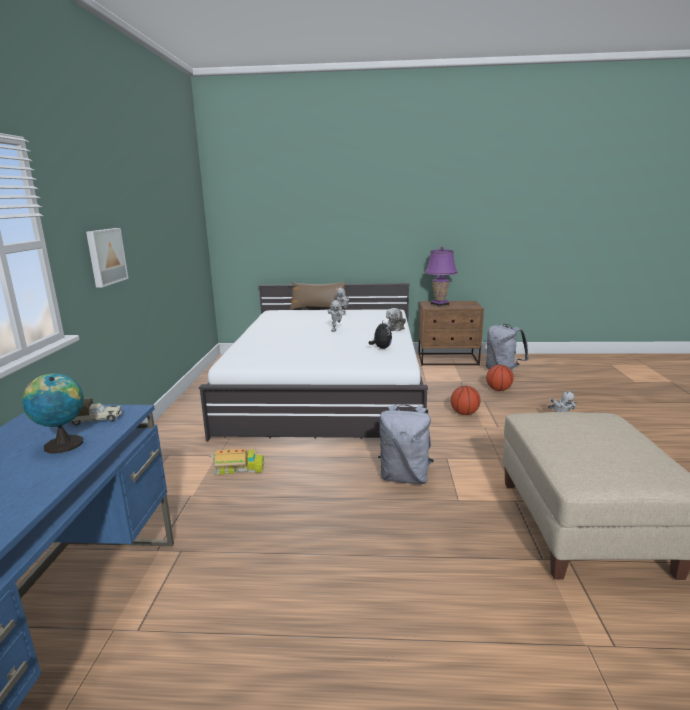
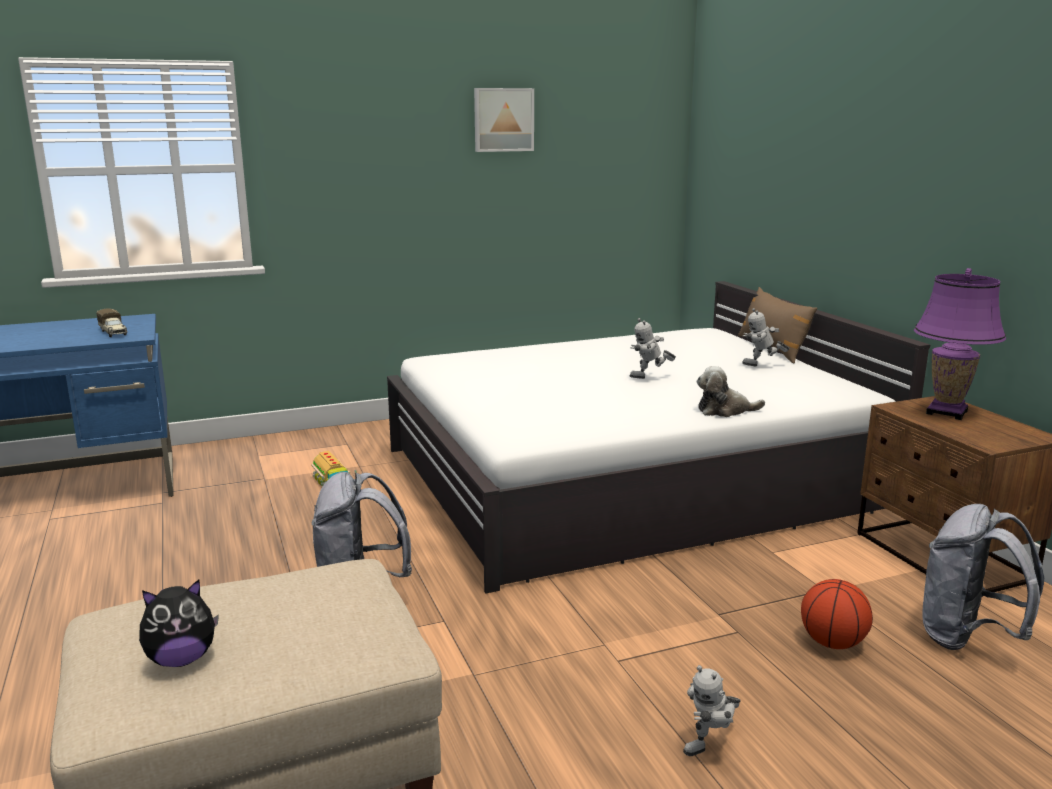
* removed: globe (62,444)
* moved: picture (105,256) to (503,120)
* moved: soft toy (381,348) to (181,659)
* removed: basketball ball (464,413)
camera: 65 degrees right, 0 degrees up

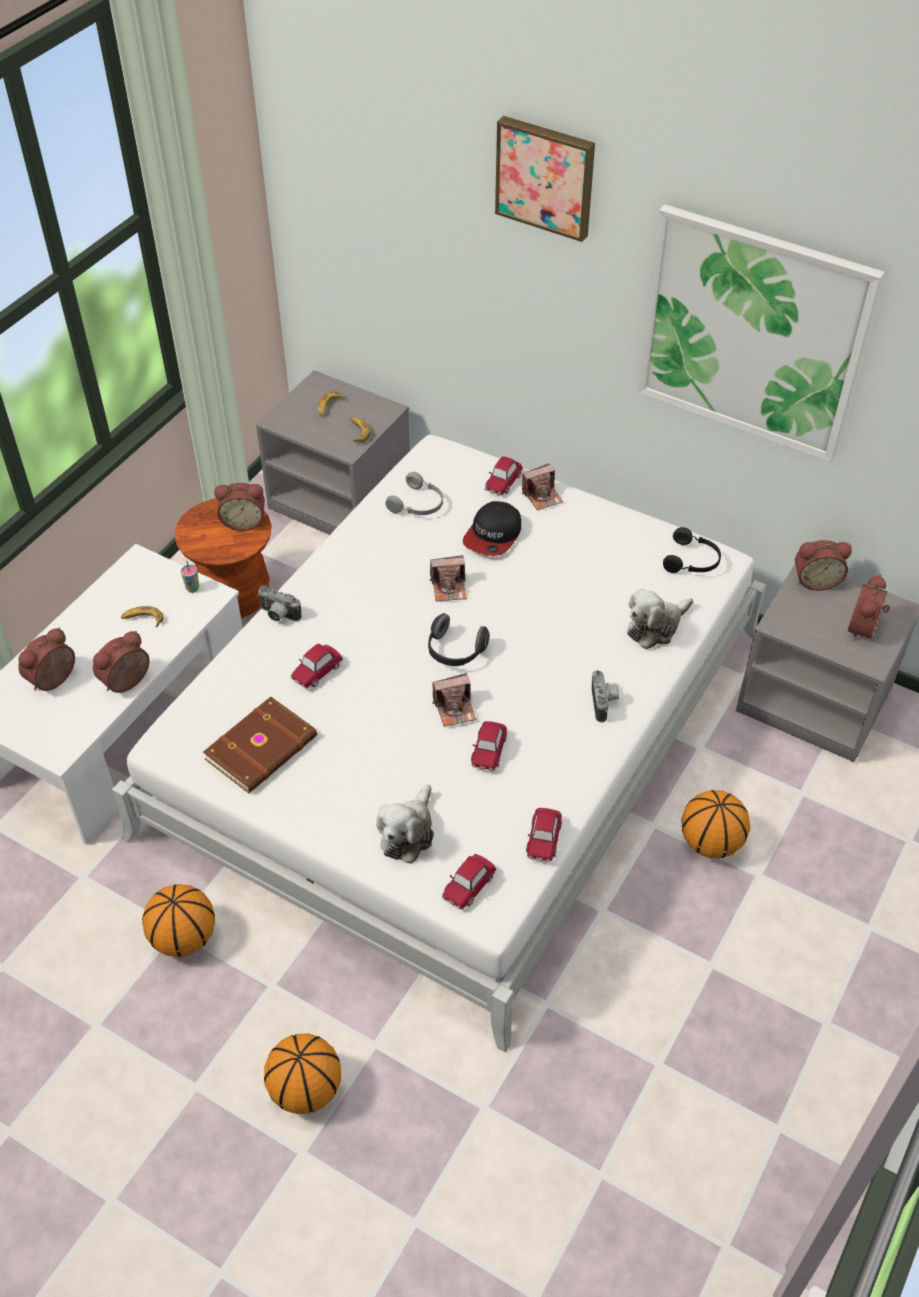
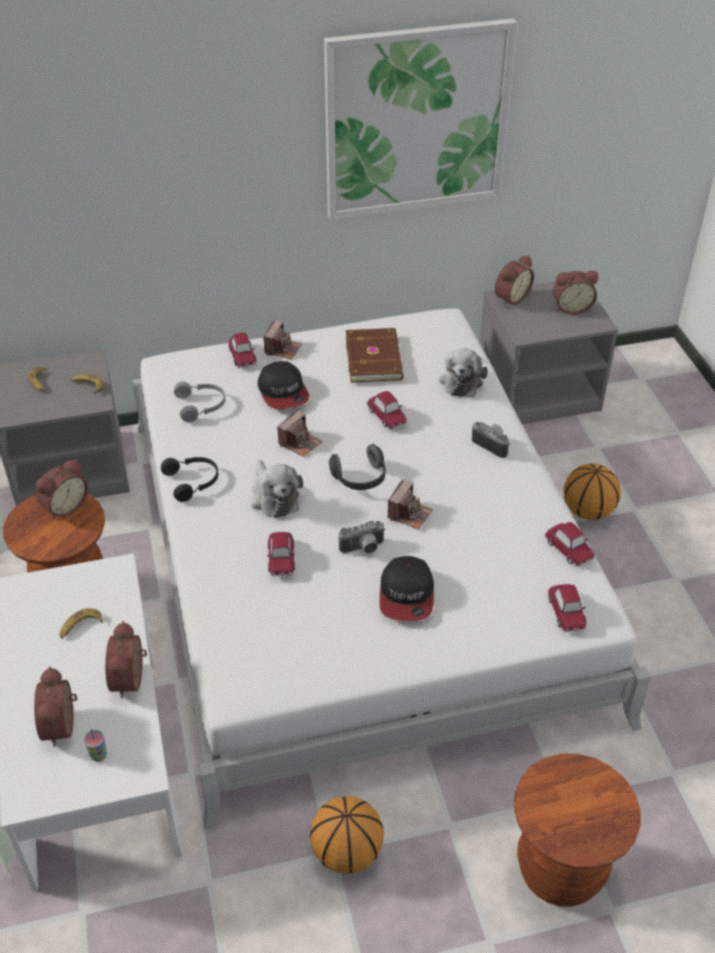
* moved: drinking cup (192,588) to (99,756)
* moved: book in brown (263,748) to (375,358)
* moved: photo camera (278,615) to (363,549)
* replaced: basketball ball (304,1089) to stool in brown (560,869)
* moved: soft toy (408,832) to (274,497)
* moved: model car (488,750) to (387,416)
* removed: picture (546,176)
* moved: headset in blackish (692,560) to (193,481)
* turned: bedside clock (865,629) = (571,307) 75 degrees counterclockwise
* added: cap (407,595)
camera: 45 degrees left, 5 degrees down

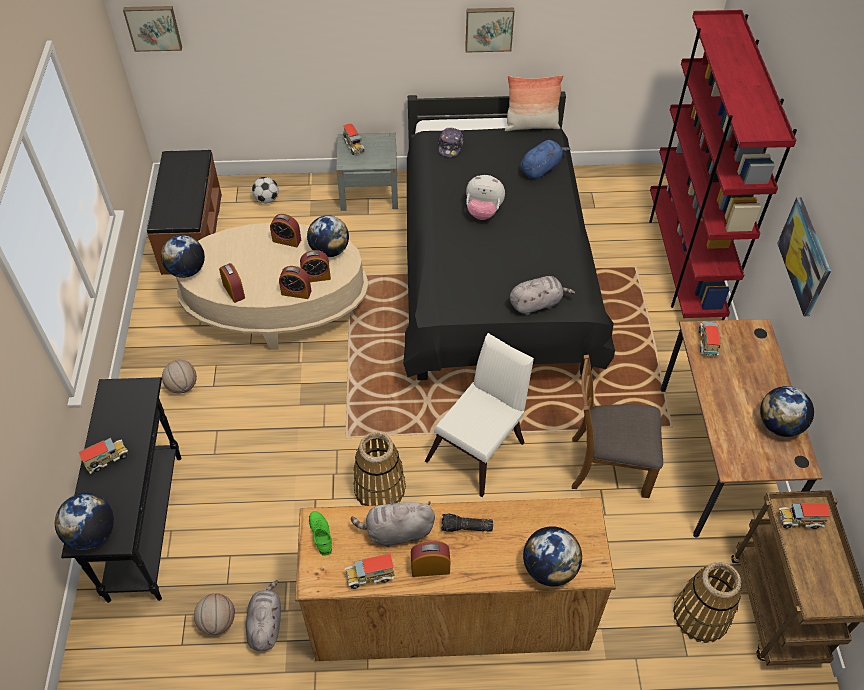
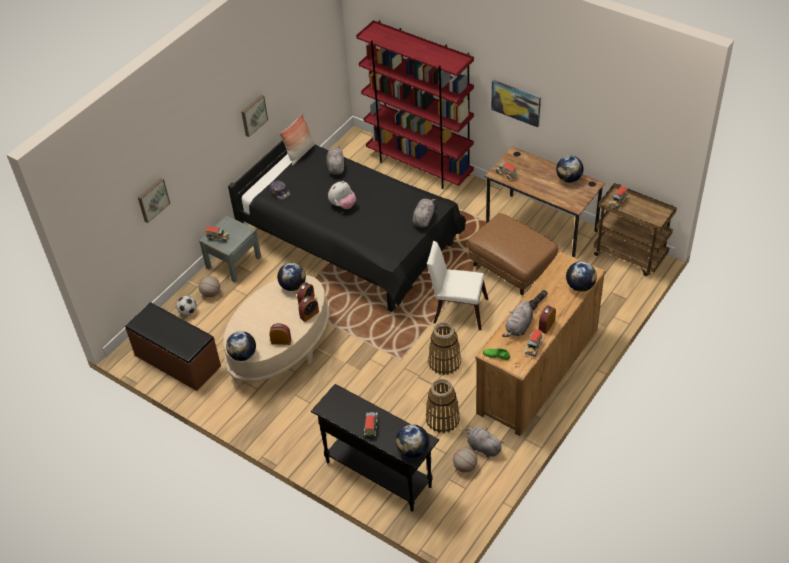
* moved: picture (153,27) to (152,199)
* moved: basketball ball (182,386) to (211,293)
* removed: bedside clock (287,240)
* turned: chair in white (480,447) = (456,309) 60 degrees counterclockwise
* recoloured: soft toy in bluish (541,168) to soft toy in greyish (336,167)
* replaced: chair in brown (608,466) to ottoman in brown (510,267)
* moved: household basket (700,616) to (442,419)
camera: 50 degrees left, 5 degrees down

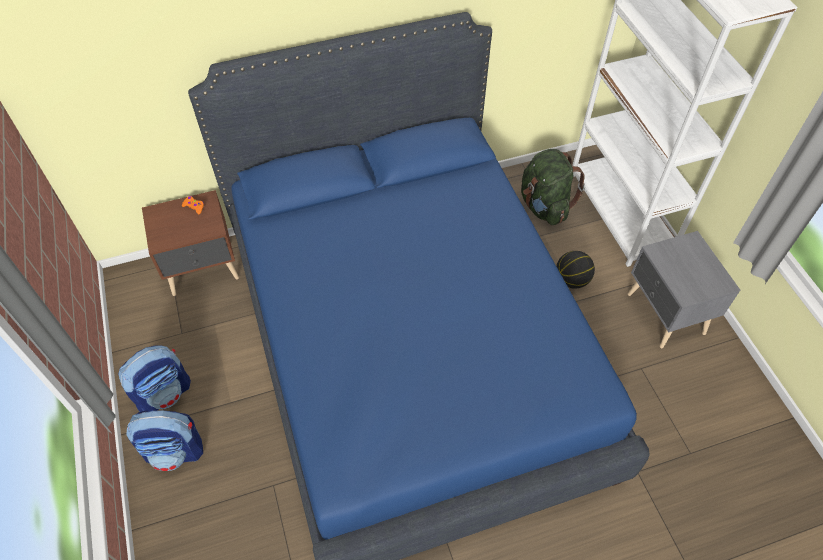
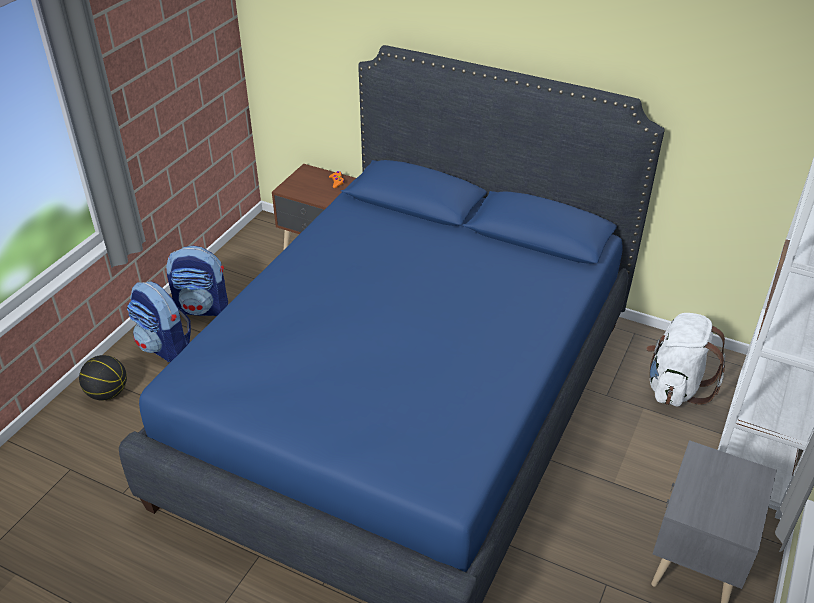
* recoloured: knapsack in green-coloured (544,206) to knapsack in white (675,386)
* moved: basketball ball (572,280) to (108,393)
camera: 45 degrees right, 15 degrees down

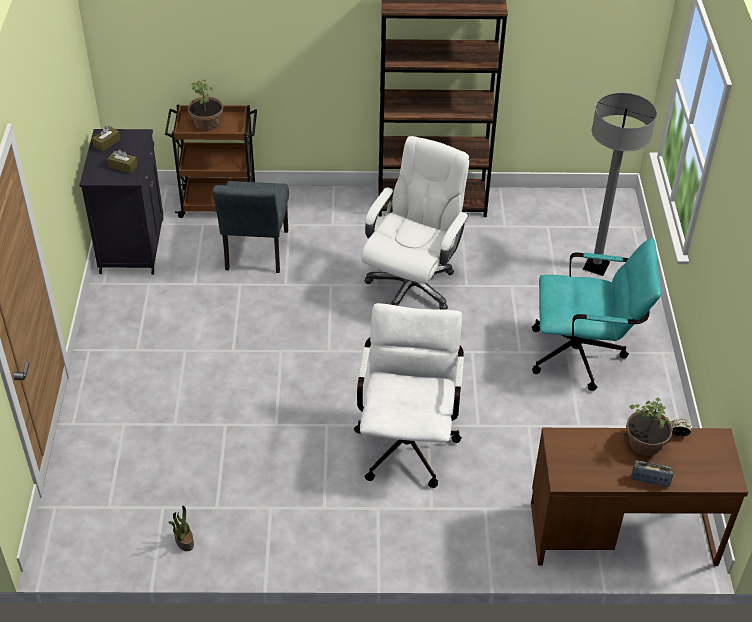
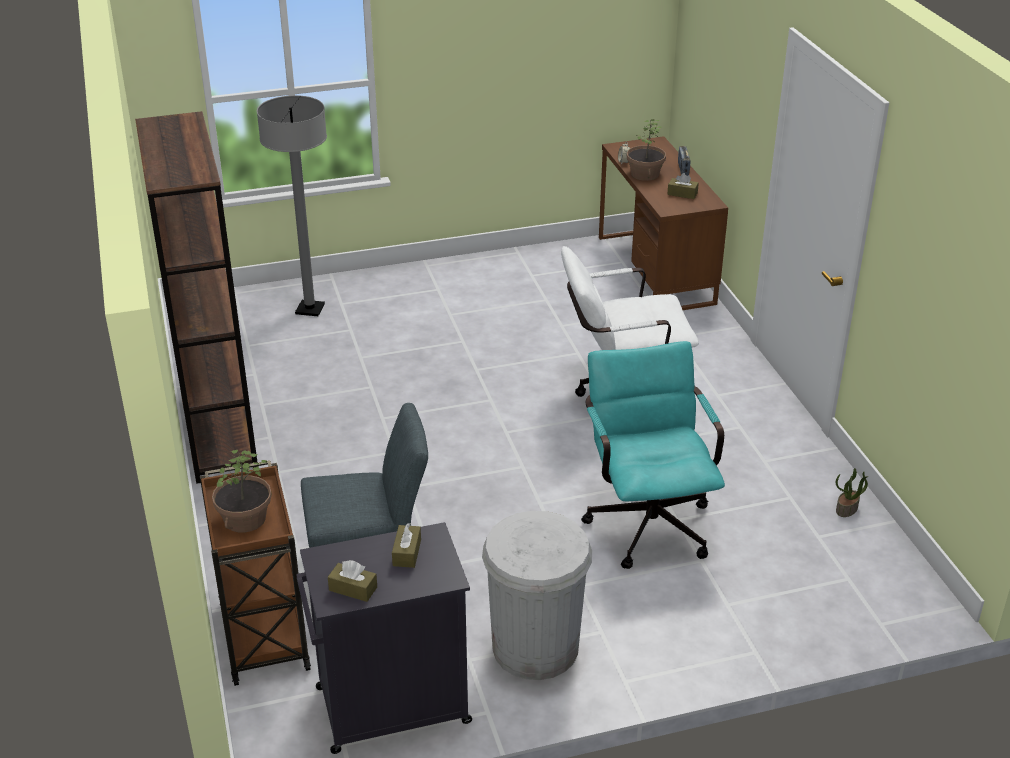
* removed: computer chair in white (411,286)
* moved: computer chair in turquoise-coloured (584,355) to (647,519)
* added: rubbish bin in white (535,647)
* added: tissue box in brown (682,194)
camera: 105 degrees left, 10 degrees down

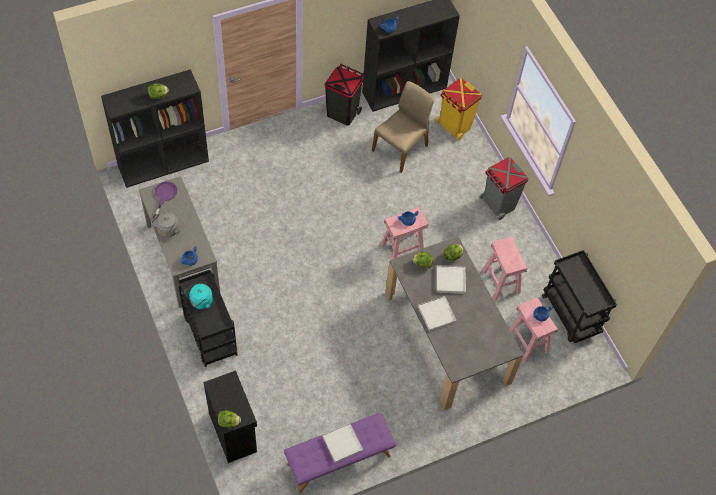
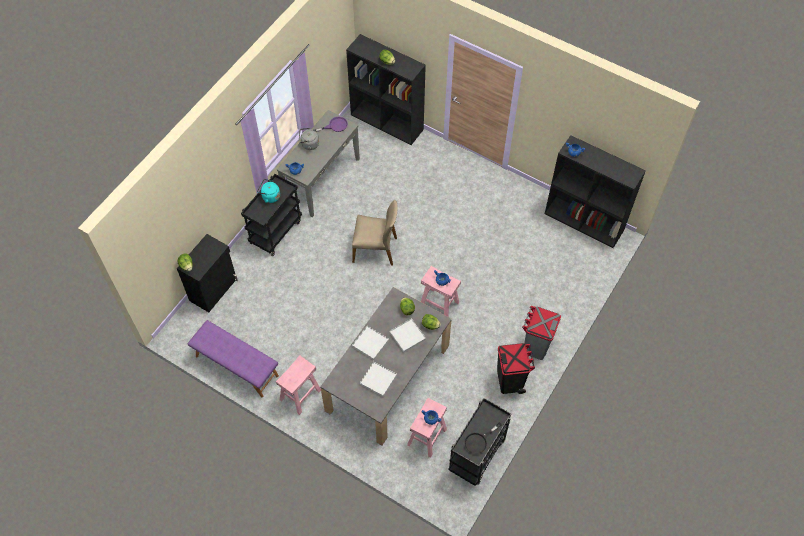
* moved: tray in white (342,443) to (378,380)
* moved: rubbish bin in blackish (342,113) to (510,380)
* moved: chair in beige (401,148) to (375,249)
* removed: rubbish bin in yellow (454,126)
* moved: stool in pink-coloured (501,282) to (300,395)
* added: frying pan in blackish (479,441)
camera: 60 degrees right, 0 degrees up

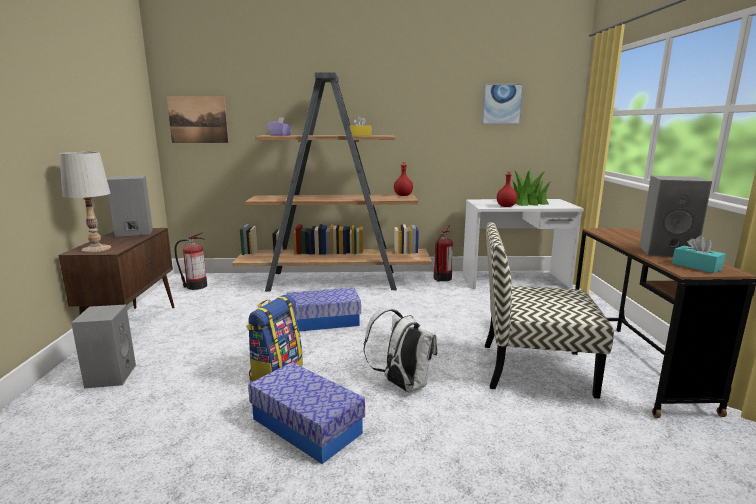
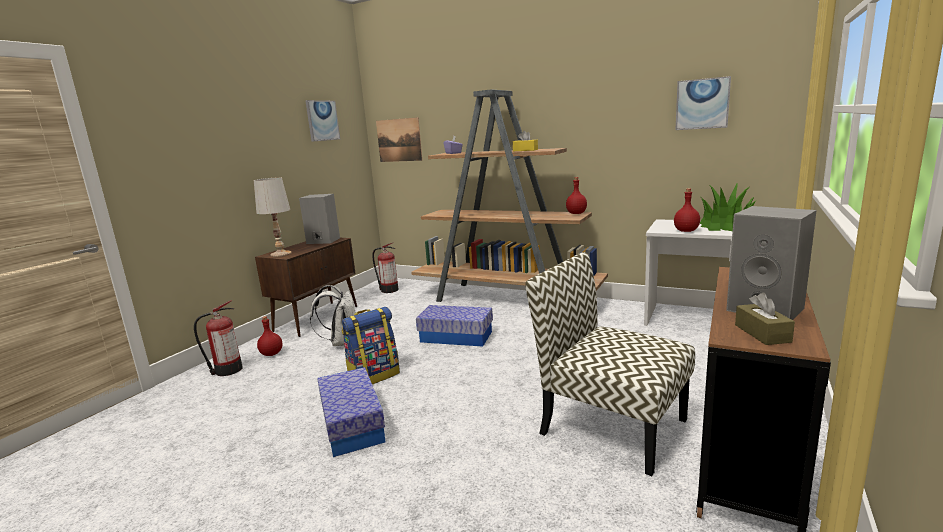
* replaced: audio speaker in greyish (110,375) to drink bottle in reddish (271,354)
* moved: knapsack in white (402,385) to (341,342)
* moved: fire-fighting cylinder (442,278) to (227,370)
* recoloured: tissue box in turquoise-coloured (696,266) to tissue box in brown (762,333)
* added: picture (322,120)
camera: 30 degrees right, 0 degrees up

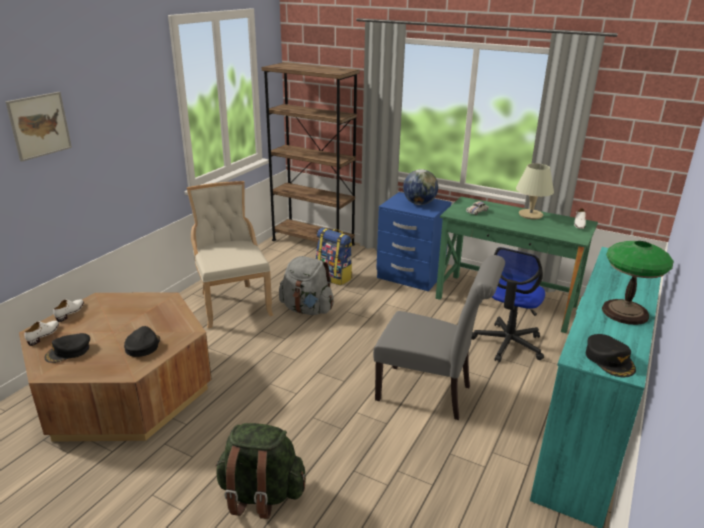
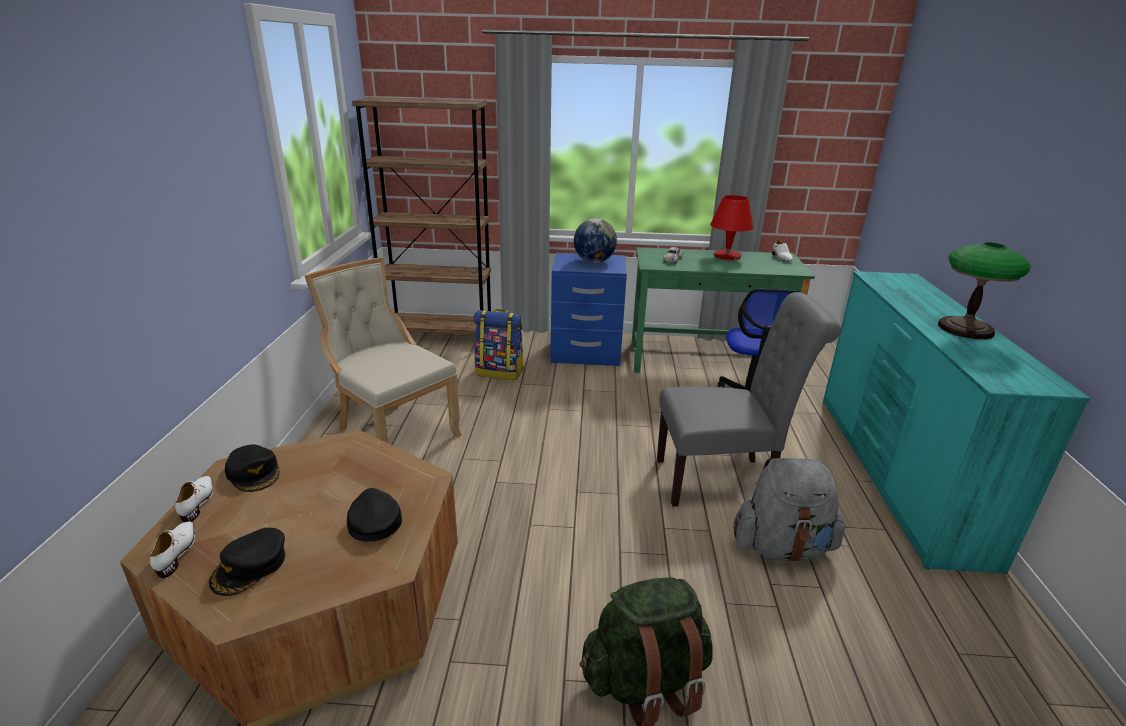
* removed: picture (39,125)
* moved: knapsack in greyish (307,309) to (782,547)
* recoloured: table lamp in beige (530,215) to table lamp in reddish (727,255)
* moved: cap in blackish (609,360) to (254,473)
camera: 25 degrees left, 0 degrees up

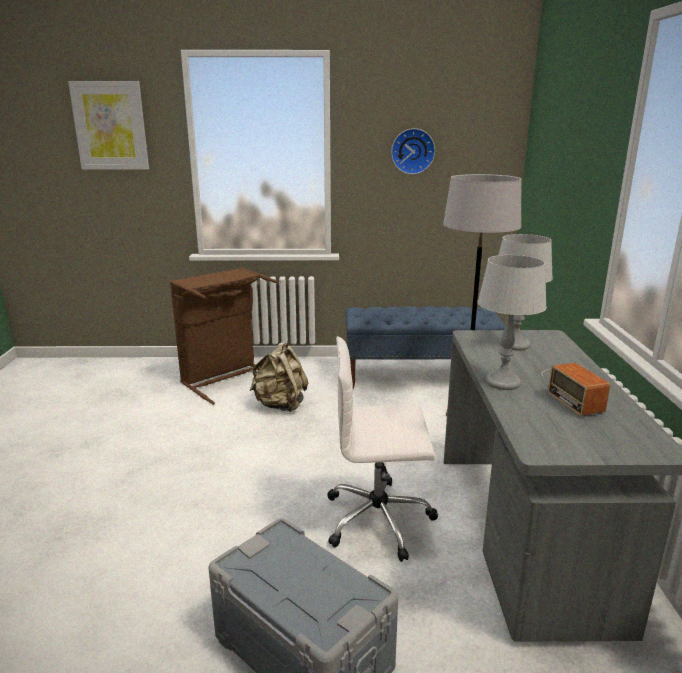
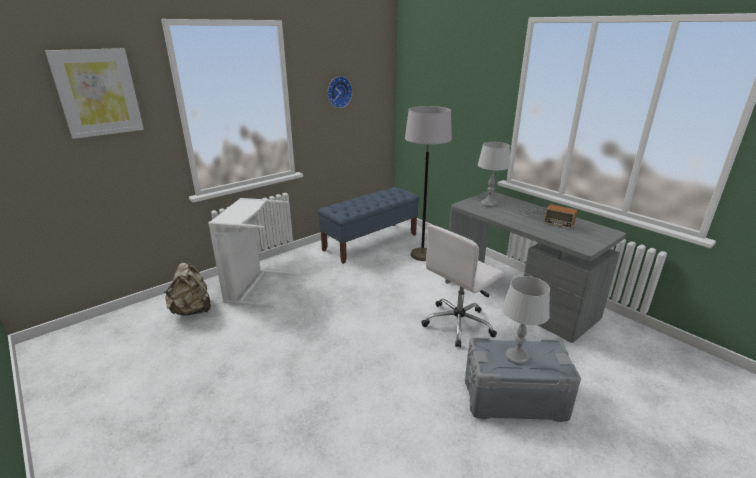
* recoloured: hamper in brown (226,379) to hamper in white (253,287)
* moved: knapsack in beige (280,405) to (192,310)
* moved: table lamp in greyish (503,382) to (517,356)
camera: 40 degrees left, 5 degrees up

